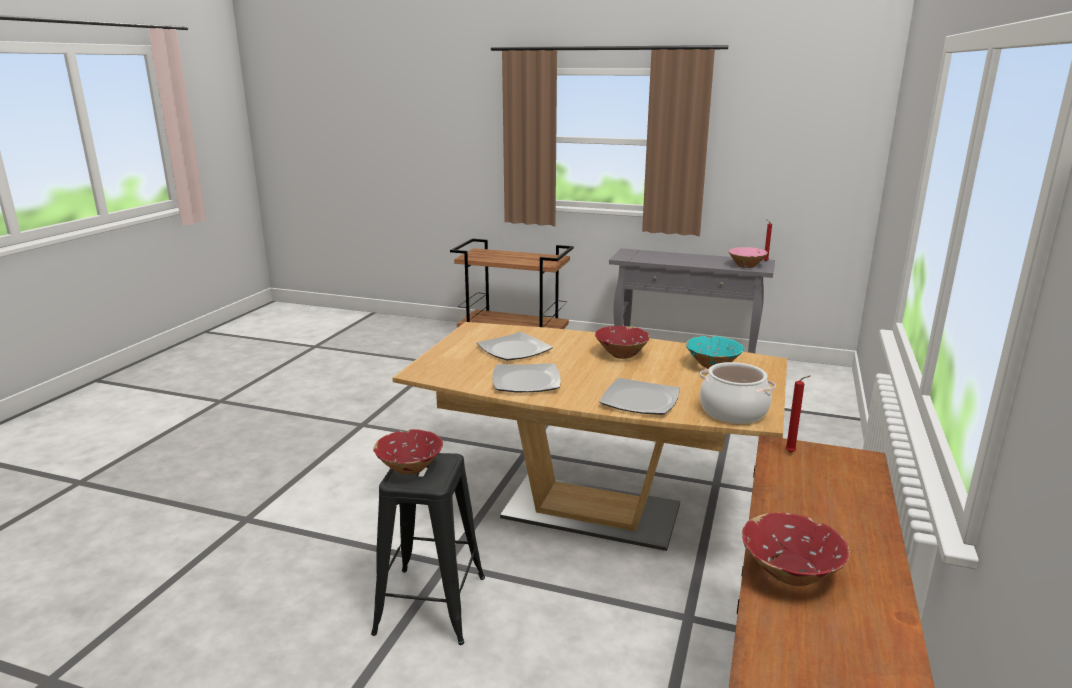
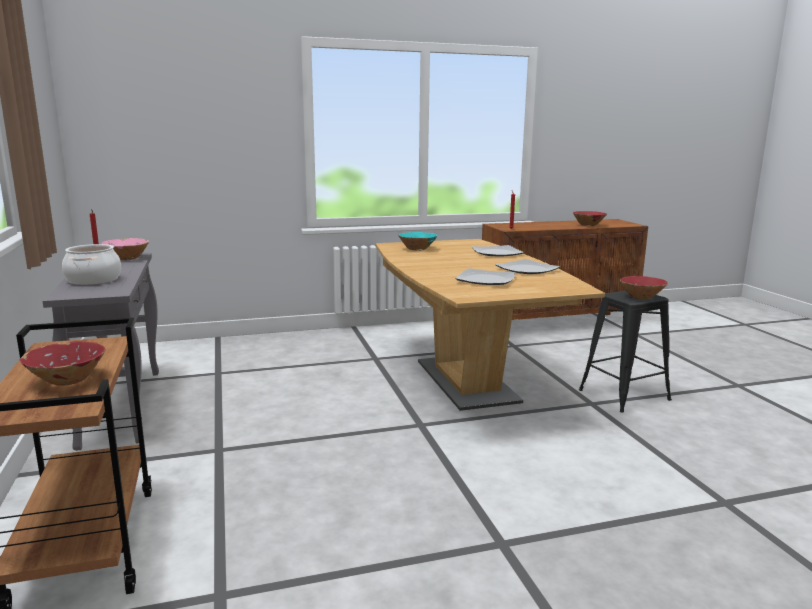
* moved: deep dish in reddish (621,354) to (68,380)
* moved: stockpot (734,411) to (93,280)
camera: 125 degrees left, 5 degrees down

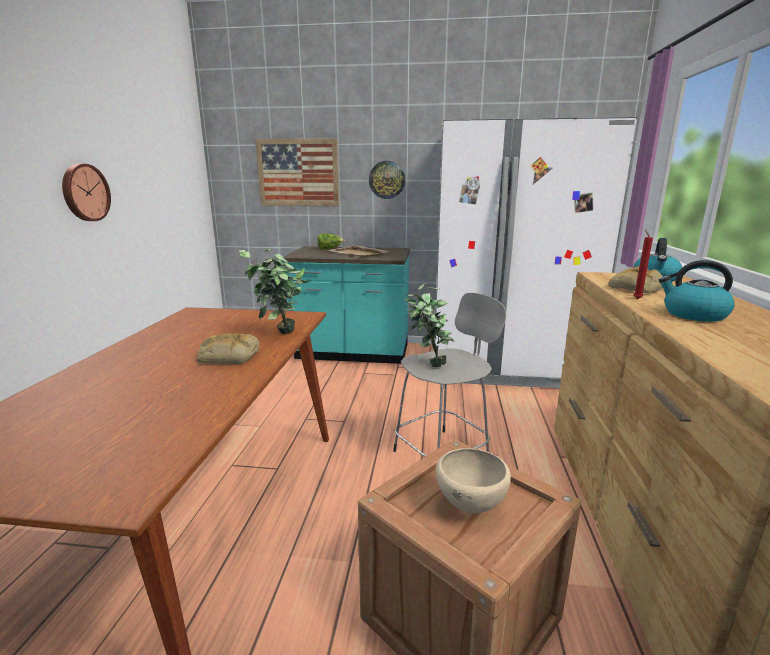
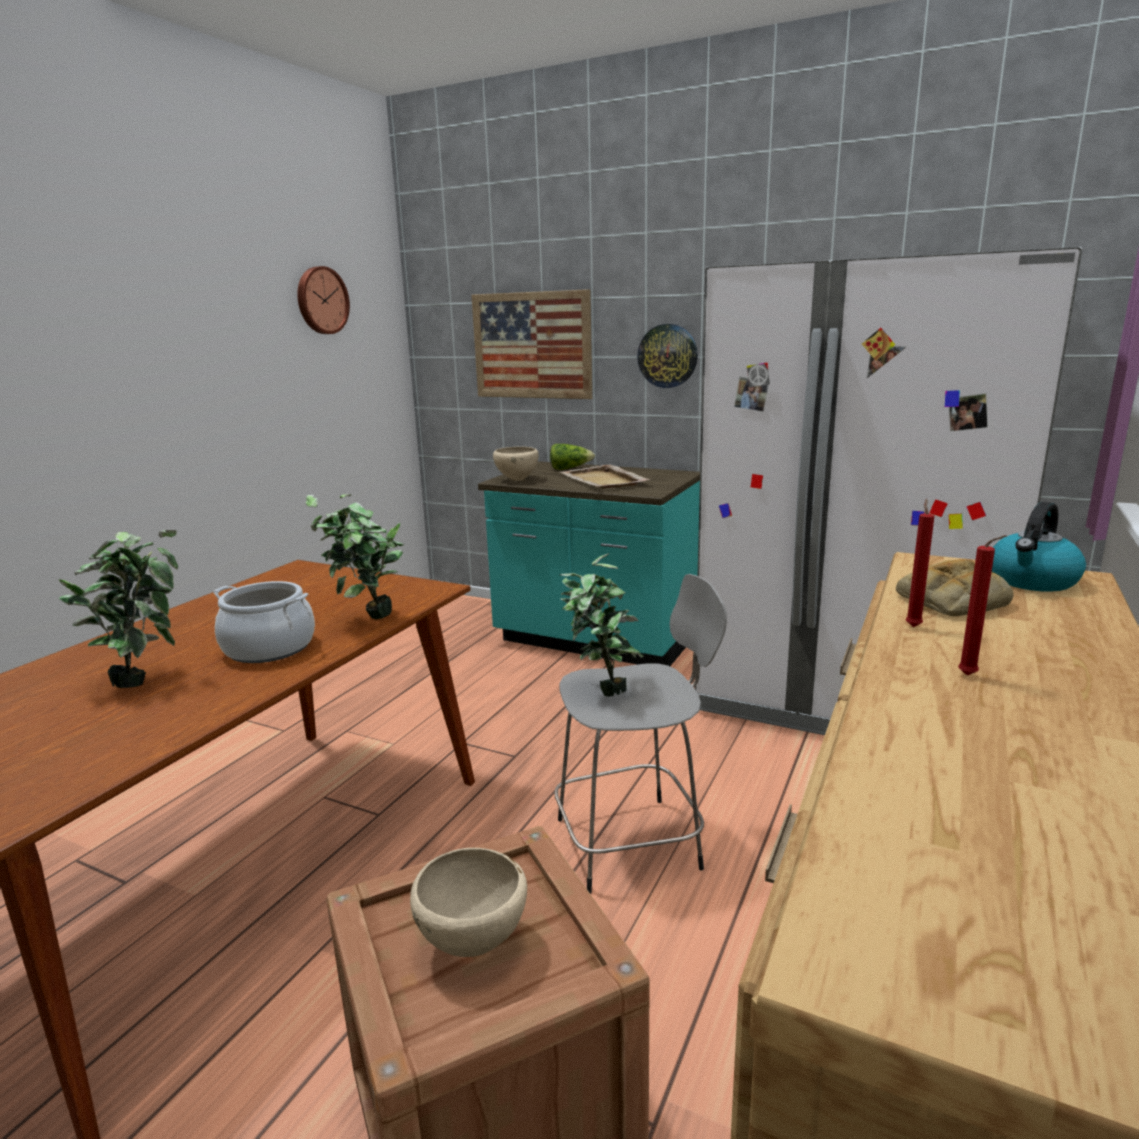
* moved: clock on the wall (84,192) to (321,300)
* replaced: baked bread (228,356) to stockpot (269,648)
* replaced: kettle (693,315) to wax candle in reddish (970,676)
* added: houseplant (145,678)
* added: deep dish in beige (517,480)
camera: 20 degrees right, 0 degrees up

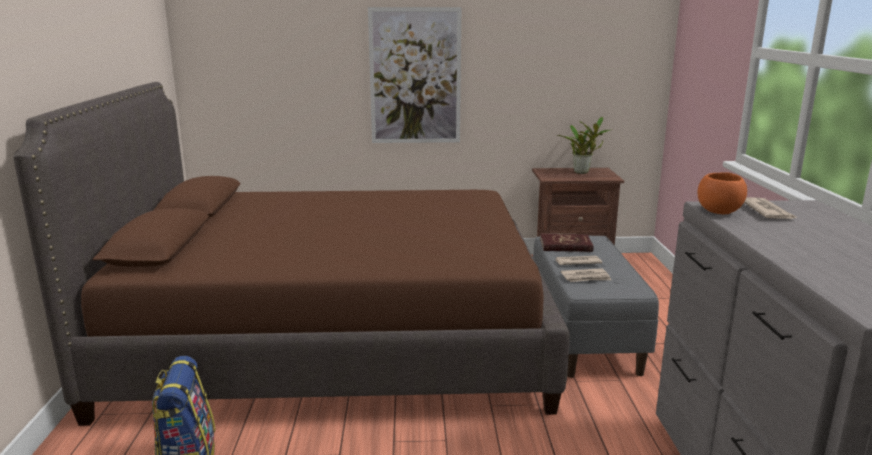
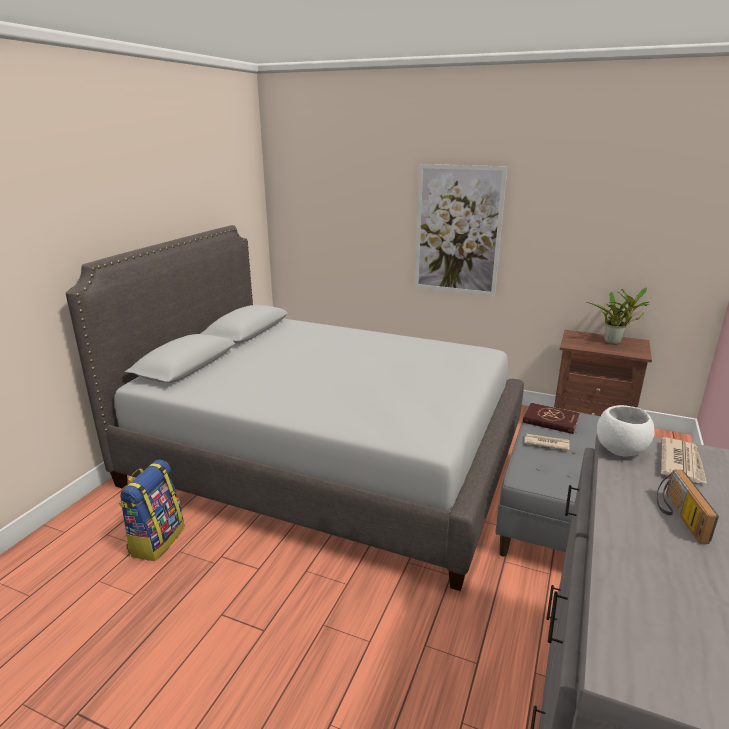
* recoloured: sleeping bed in brown (335,339) to sleeping bed in greyish (326,459)
* removed: daily paper (586,277)
* recoloured: deep dish in orangey (718,211) to deep dish in white (619,450)
* added: radio receiver (677,516)
camera: 25 degrees right, 5 degrees up

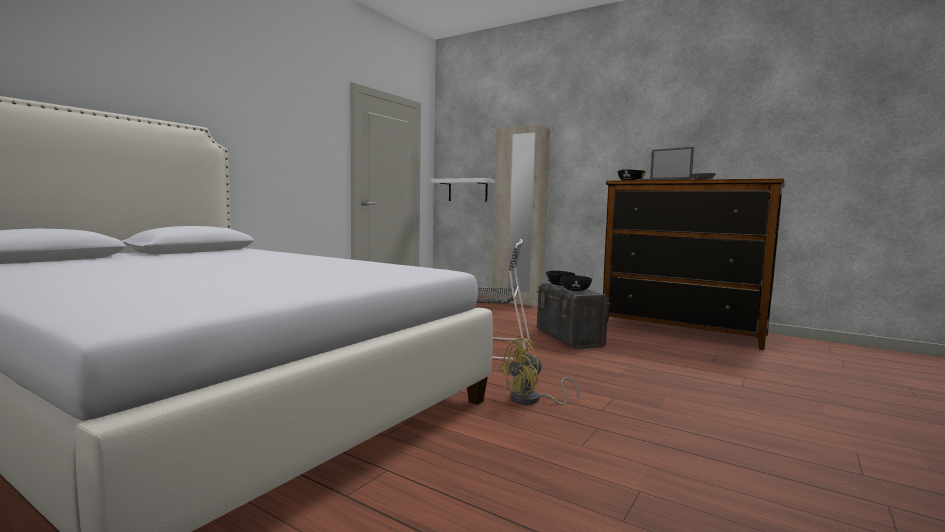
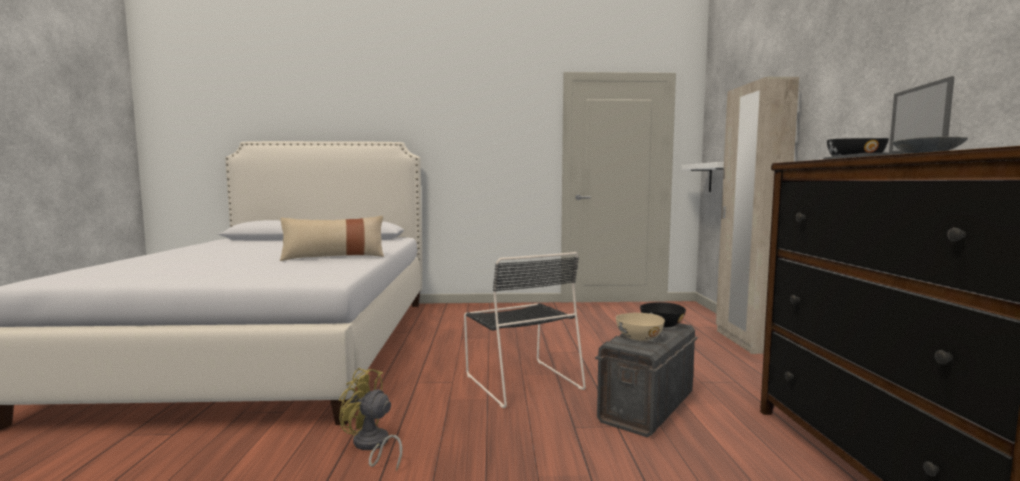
* recoloured: deep dish in blackish (575,290) to deep dish in beige (639,337)
* added: cushion in beige (334,257)
camera: 55 degrees right, 0 degrees up

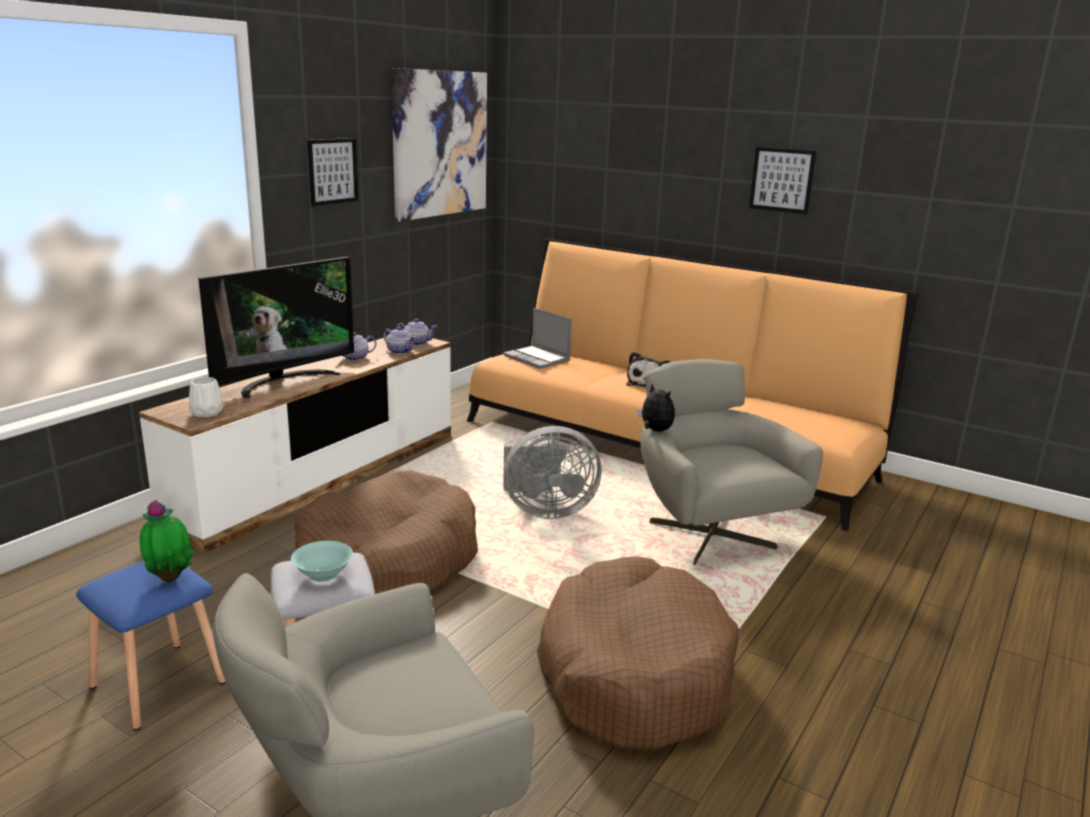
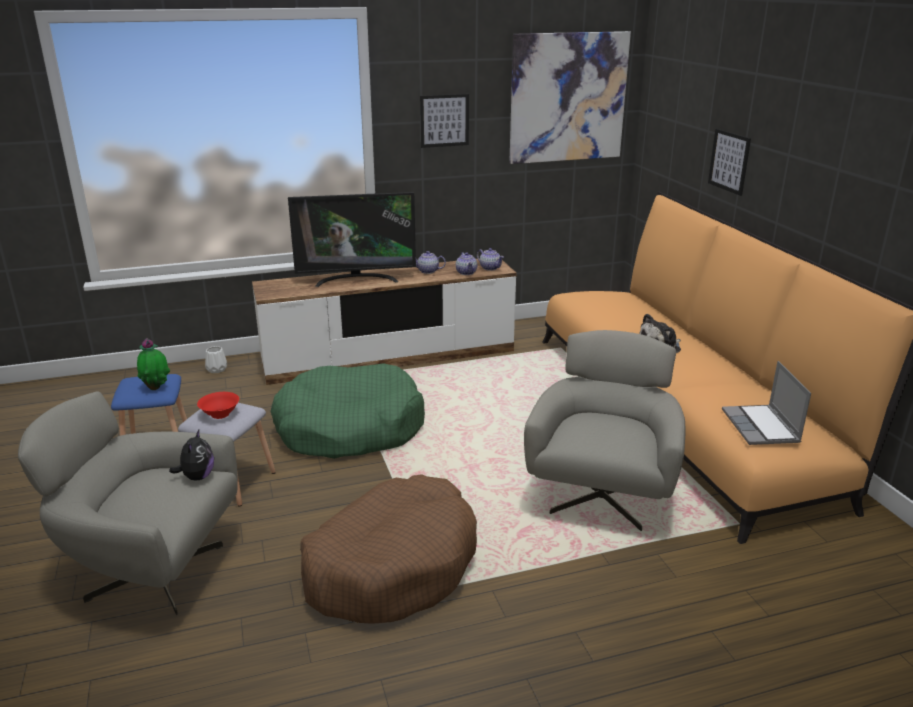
* moved: decorative vase in white (206,413) to (216,370)
* recoloured: deep dish in turquoise-coloured (323,574) to deep dish in reddish (220,414)
* recoloured: dog bed in brown (386,563) to dog bed in green-coloured (349,428)
* moved: notebook computer (538,359) to (761,427)
* removed: cooling fan in greyish (545,510)
* moved: soft toy (654,430) to (197,477)
* moved: picture (782,180) to (729,161)
camera: 40 degrees right, 5 degrees up

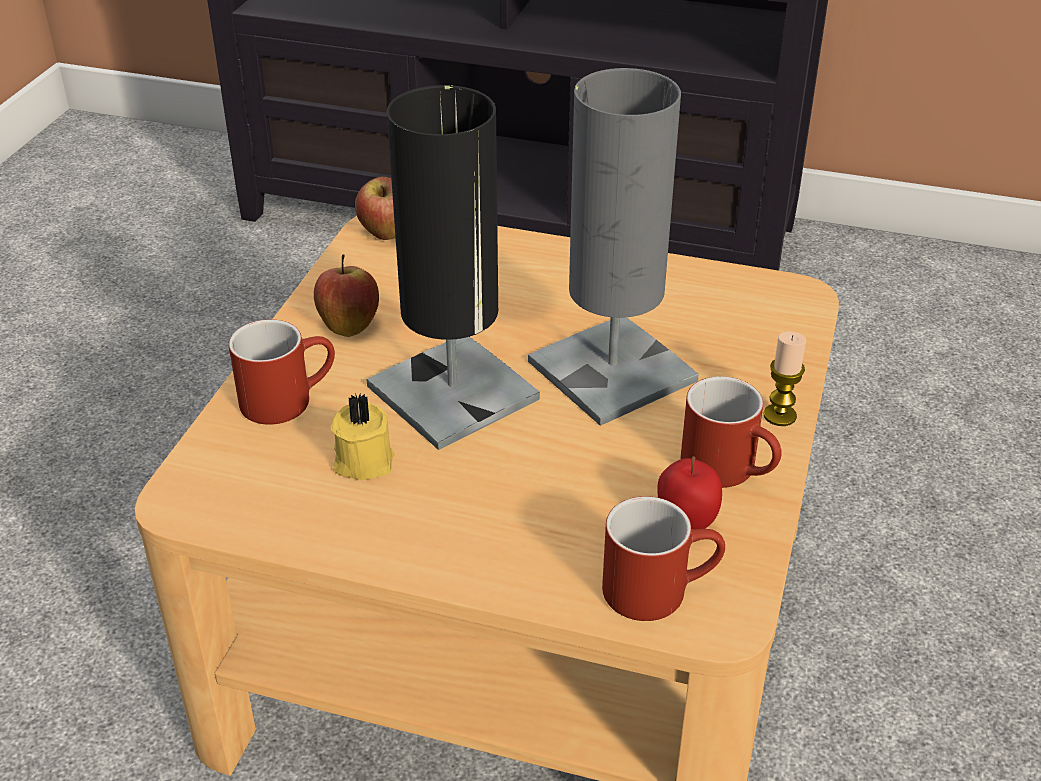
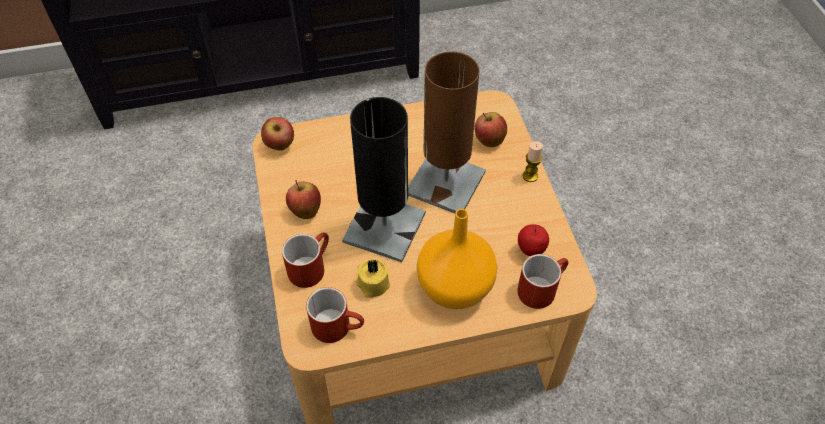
* recoloured: table lamp in greyish (612,371) to table lamp in brown (445,183)
* moved: tea mug in reddish (731,469) to (338,326)
* added: decorative vase in orangey (456,288)
* added: apple fruit (489,140)
camera: 30 degrees left, 15 degrees up

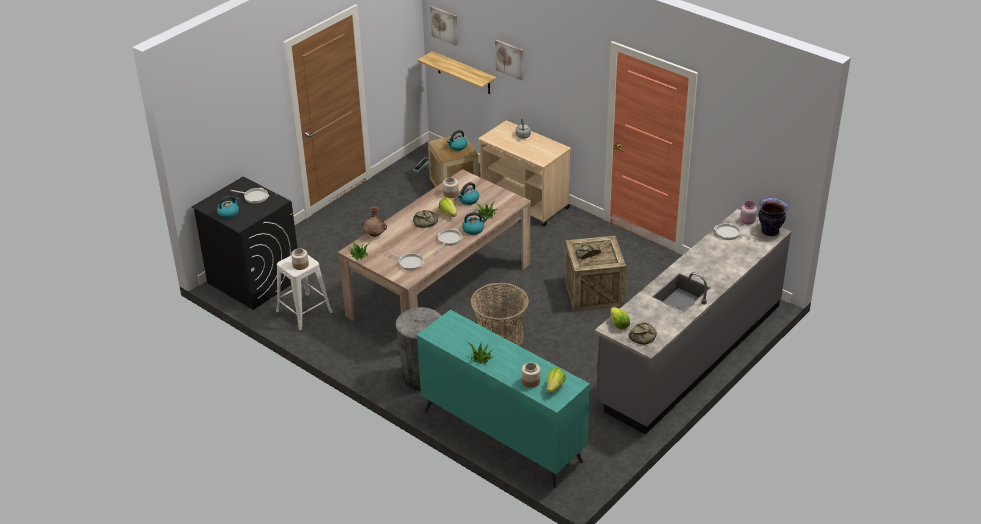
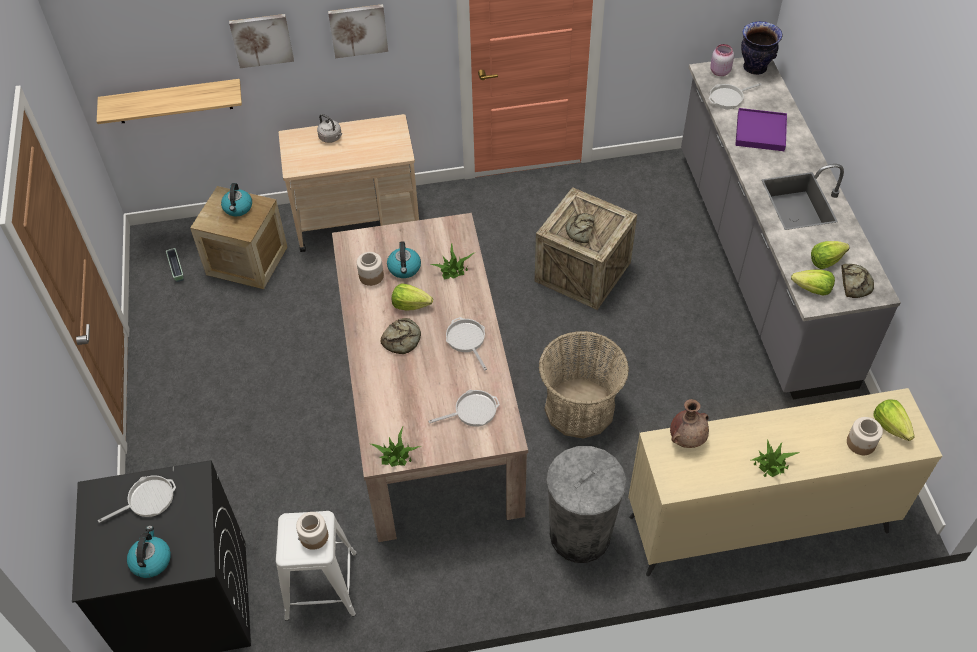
* moved: decorative vase in brown (375,235) to (687,439)
* recoloured: dresser in turquoise-coloured (502,435) to dresser in beige (756,523)
* moved: picture (445,25) to (358,30)
* removed: kettle (473,229)
* added: tray in purple (760,132)
* added: lettuce (825,261)
camera: 50 degrees left, 15 degrees up

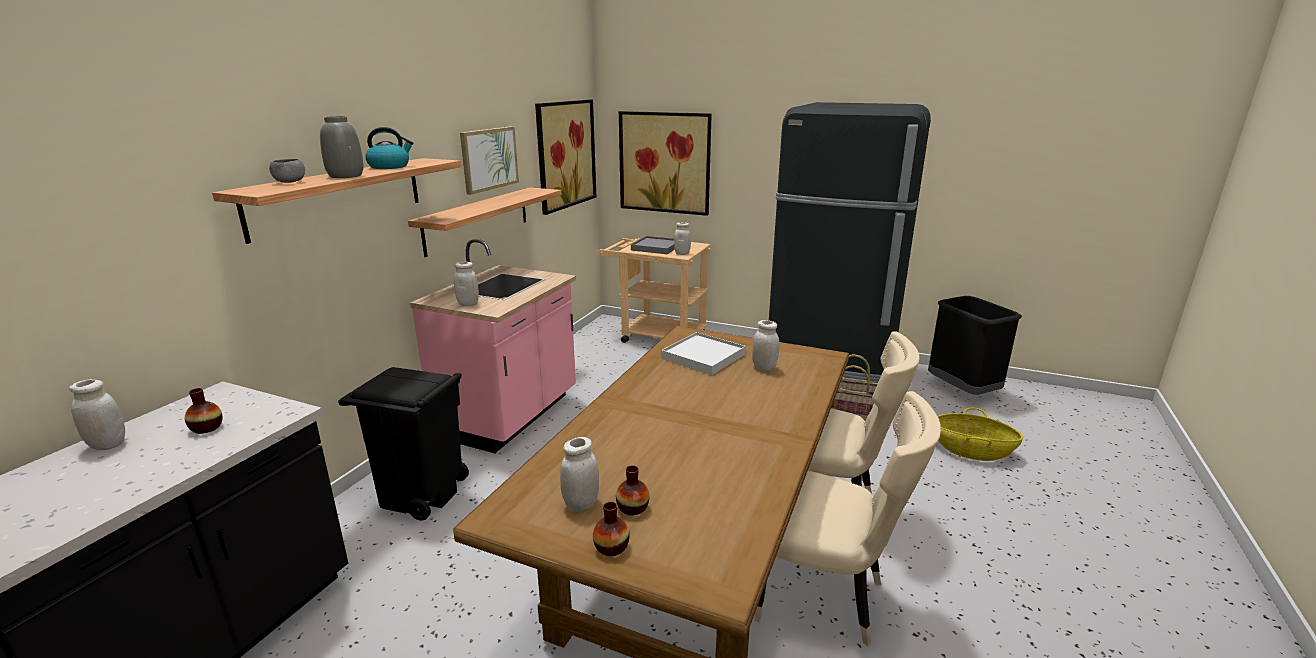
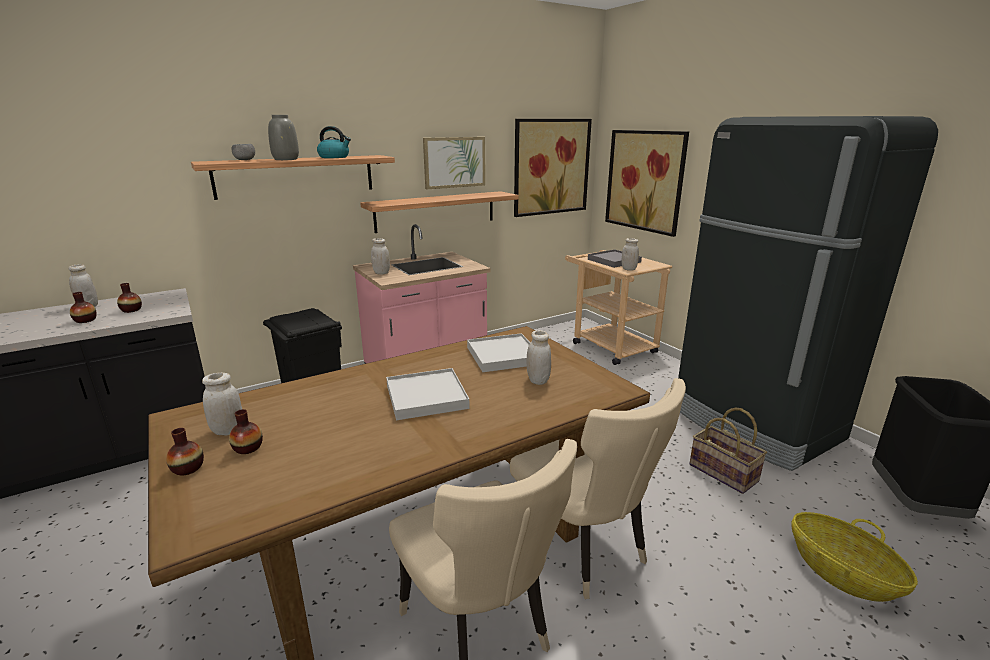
* added: decorative vase (85,320)
* added: tray in white (426,397)
camera: 35 degrees right, 0 degrees up

